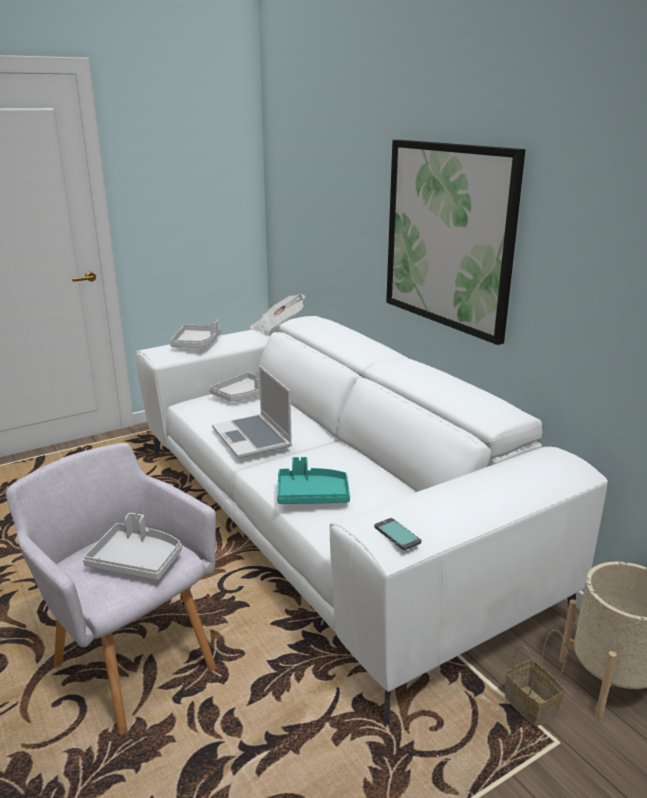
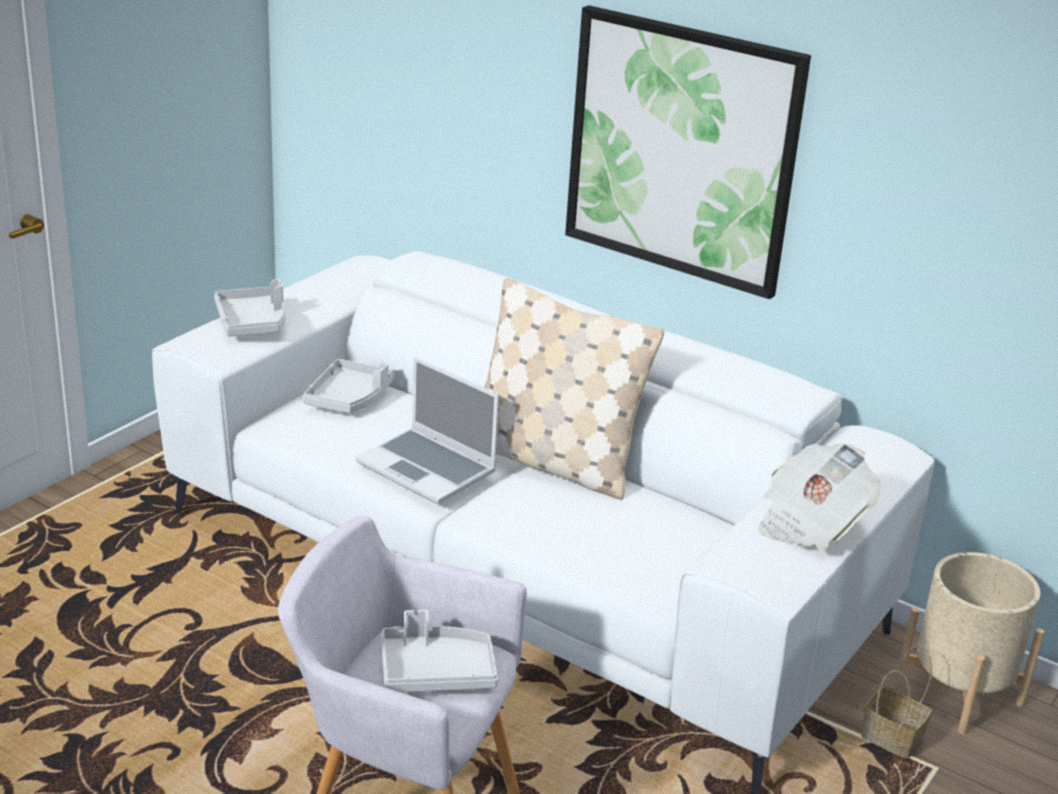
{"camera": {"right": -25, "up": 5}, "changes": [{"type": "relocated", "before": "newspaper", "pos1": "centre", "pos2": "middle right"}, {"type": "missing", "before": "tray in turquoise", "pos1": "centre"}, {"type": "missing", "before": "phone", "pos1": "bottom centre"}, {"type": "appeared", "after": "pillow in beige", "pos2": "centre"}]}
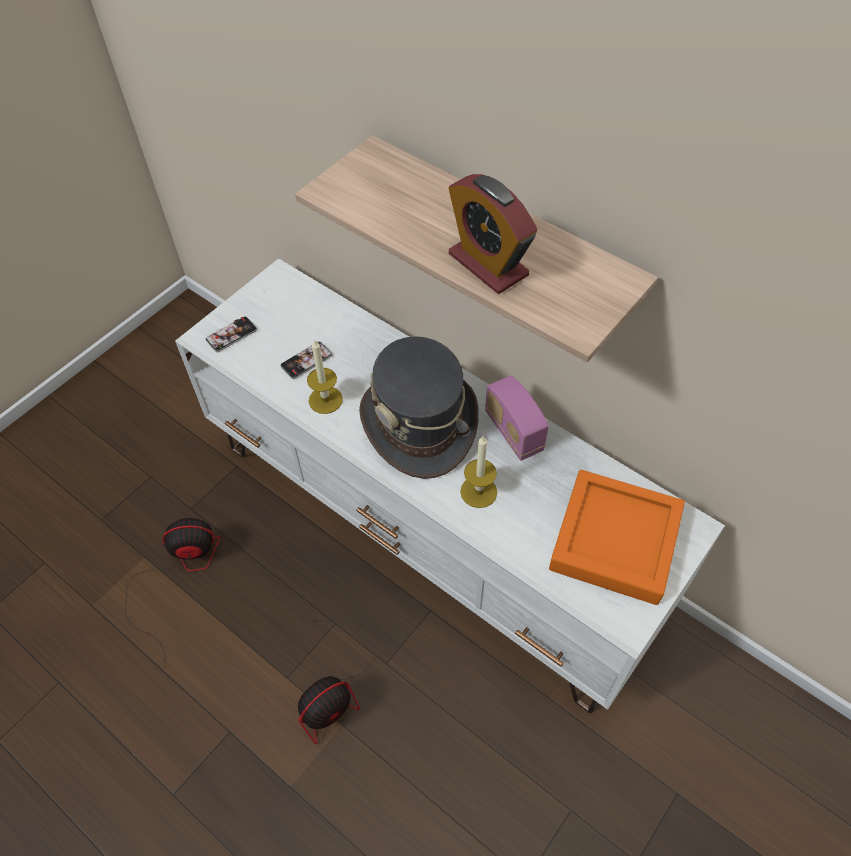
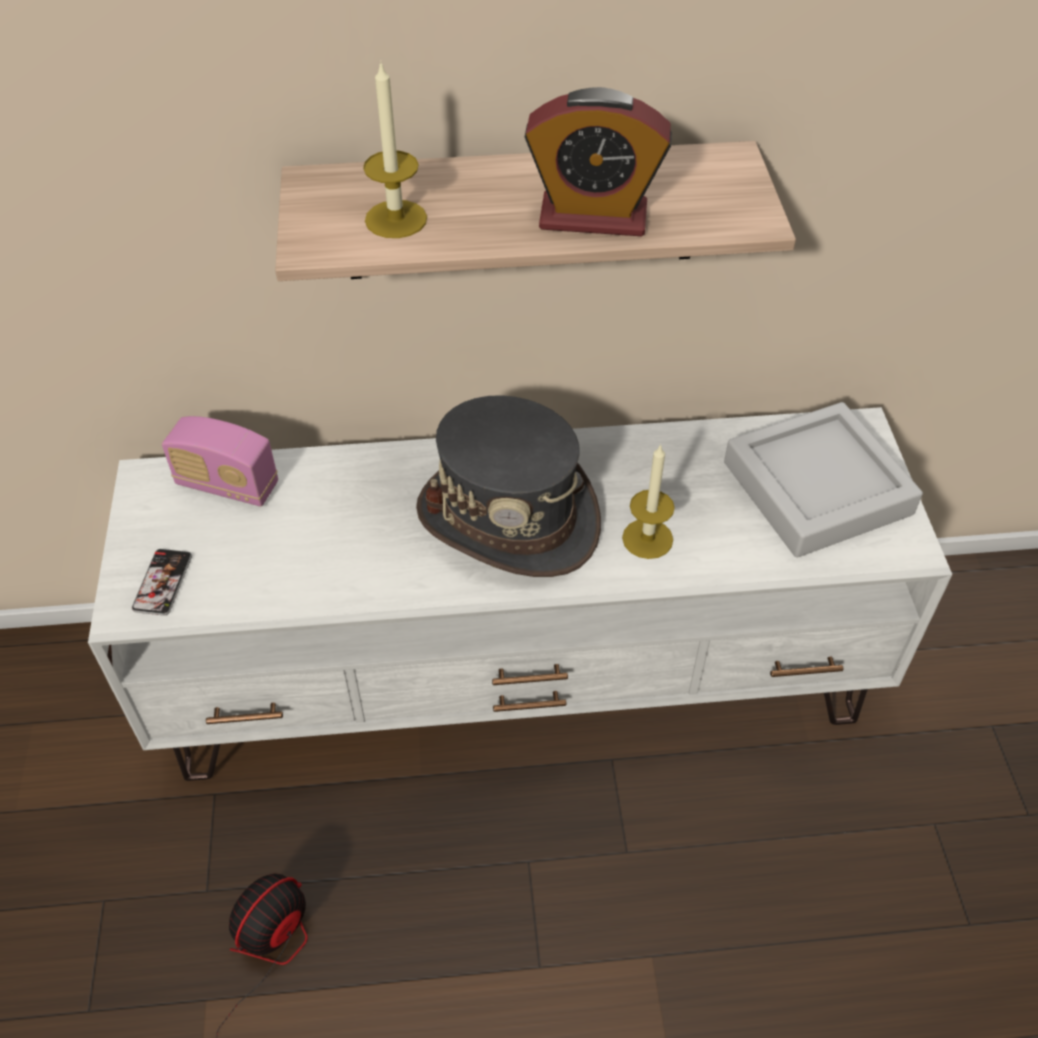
{"camera": {"right": -45, "up": -5}, "changes": [{"type": "missing", "before": "phone (no. 2 from left)", "pos1": "centre"}, {"type": "missing", "before": "fan (no. 2 from left)", "pos1": "bottom centre"}, {"type": "relocated", "before": "candle (no. 1 from left)", "pos1": "centre", "pos2": "top centre"}, {"type": "relocated", "before": "radio", "pos1": "centre", "pos2": "middle left"}, {"type": "colour", "before": "tray in orange", "after": "tray in grey", "pos1": "middle right", "pos2": "middle right"}]}
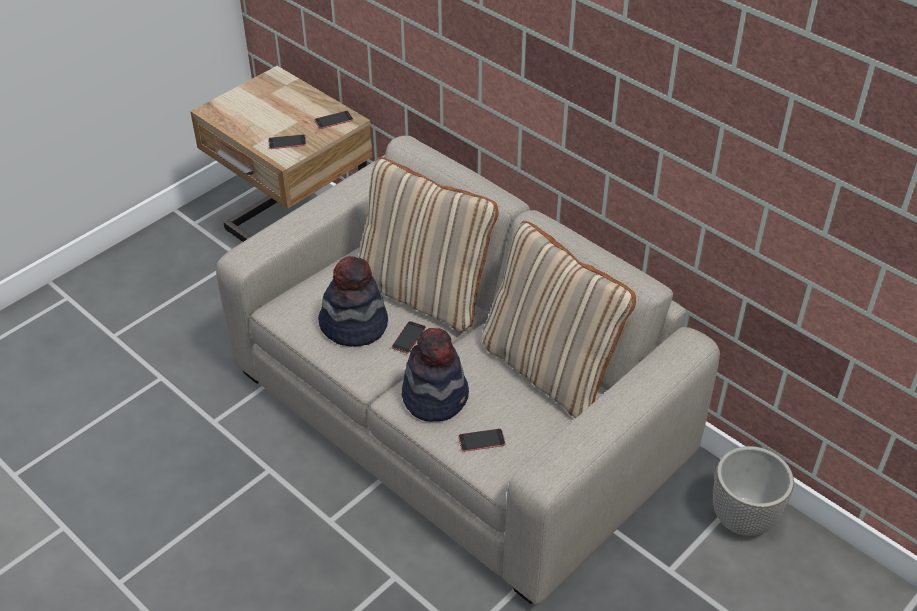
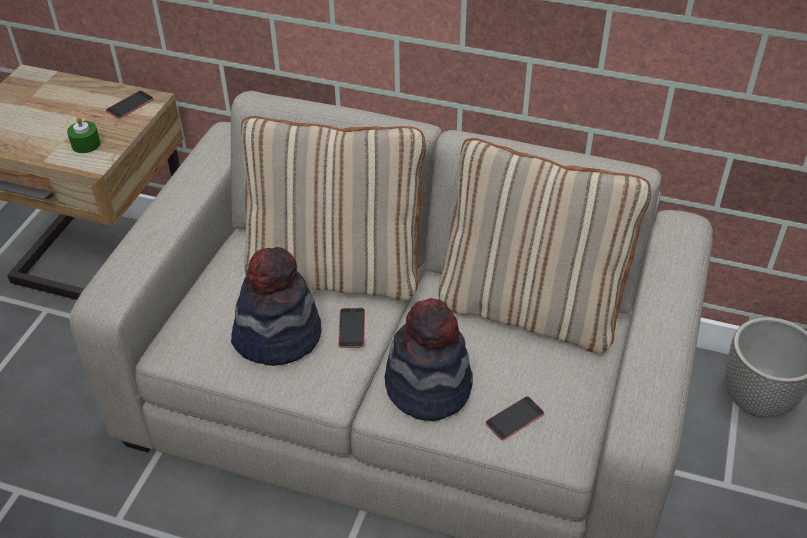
{"camera": {"right": -25, "up": 0}, "changes": [{"type": "exchanged", "before": "phone (no. 1 from left)", "after": "candle in green", "pos1": "top left", "pos2": "top left"}]}
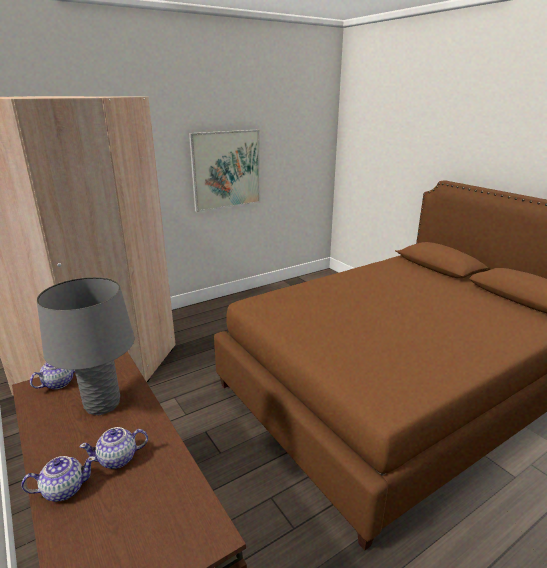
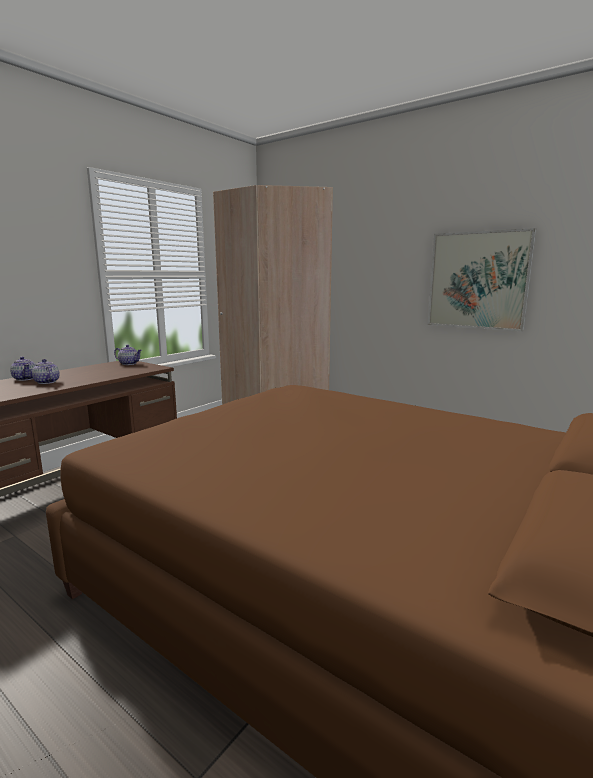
{"camera": {"right": 70, "up": -10}, "changes": [{"type": "missing", "before": "table lamp in grey", "pos1": "middle left"}]}
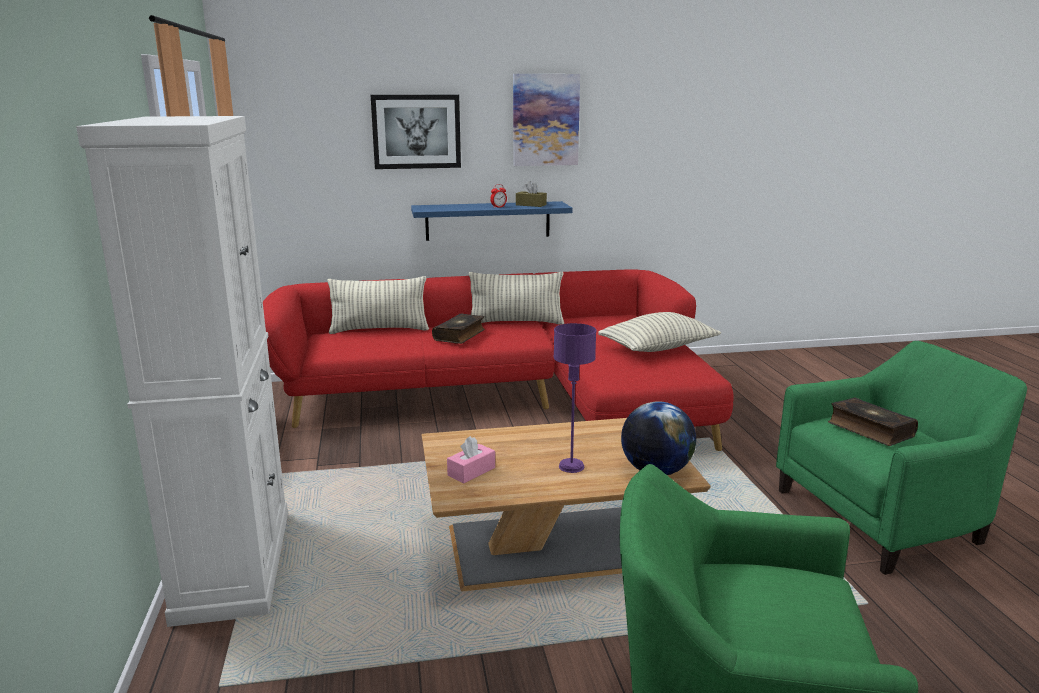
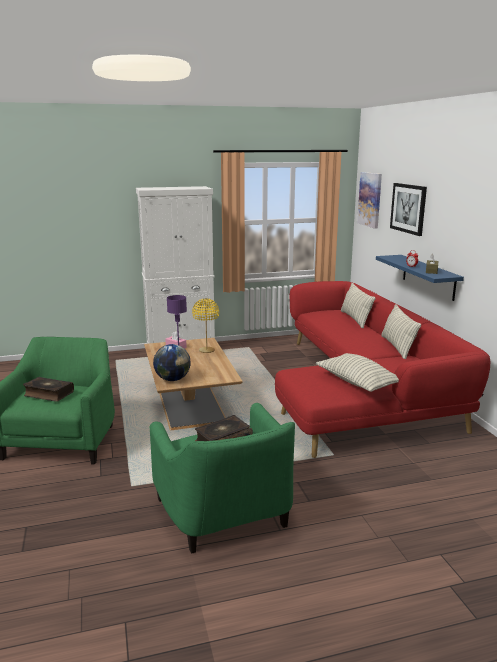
{"camera": {"right": 85, "up": 0}, "changes": [{"type": "relocated", "before": "book (no. 1 from left)", "pos1": "centre", "pos2": "middle left"}, {"type": "relocated", "before": "picture (no. 2 from left in the first image)", "after": "picture (no. 1 from left)", "pos1": "top centre", "pos2": "top right"}, {"type": "appeared", "after": "table lamp in yellow", "pos2": "centre"}]}
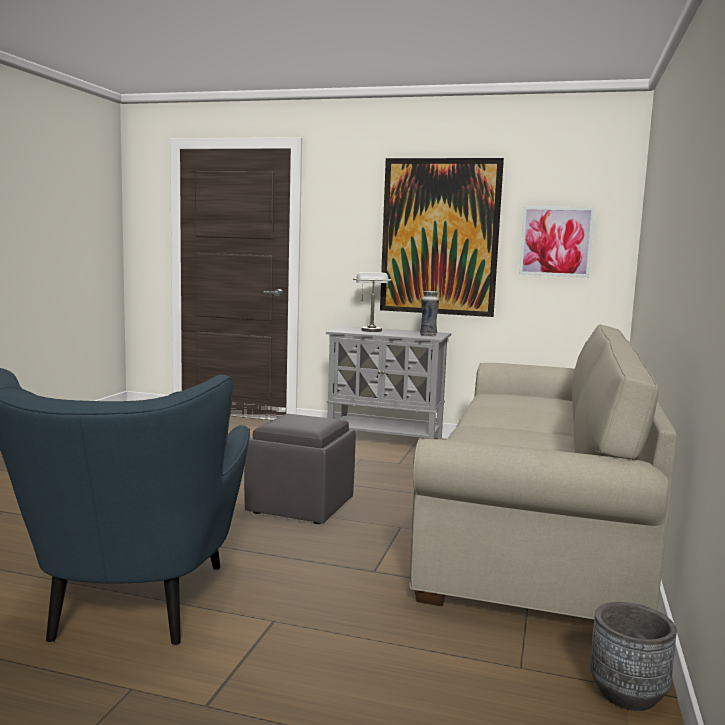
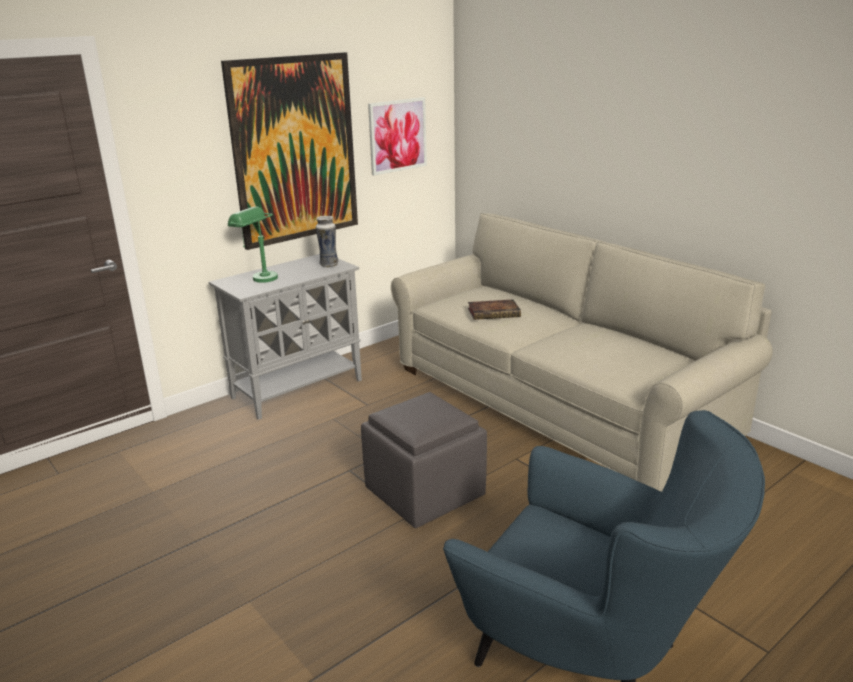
{"camera": {"right": -55, "up": 15}, "changes": [{"type": "colour", "before": "table lamp in grey", "after": "table lamp in green", "pos1": "centre", "pos2": "middle left"}, {"type": "missing", "before": "planter in grey", "pos1": "bottom right"}, {"type": "appeared", "after": "book", "pos2": "centre"}]}
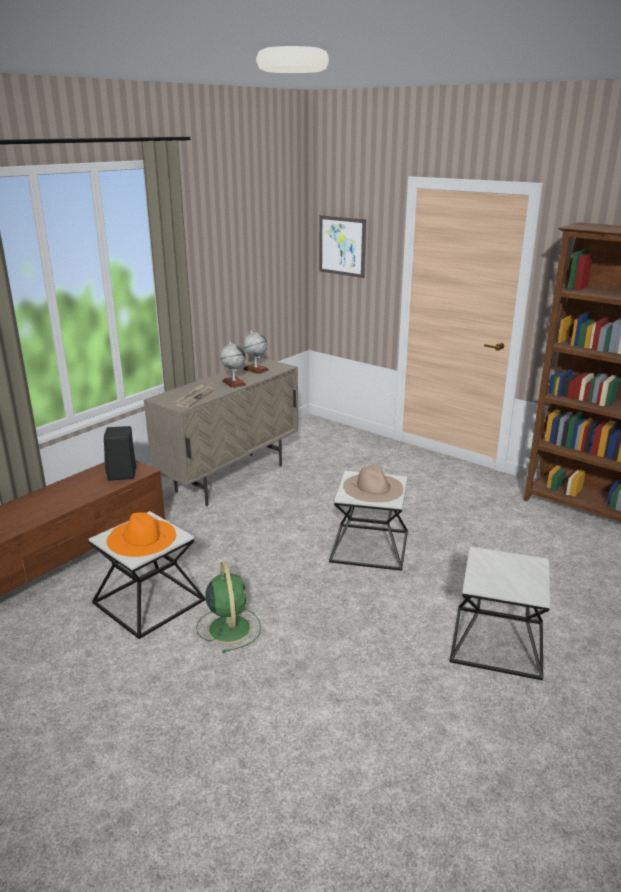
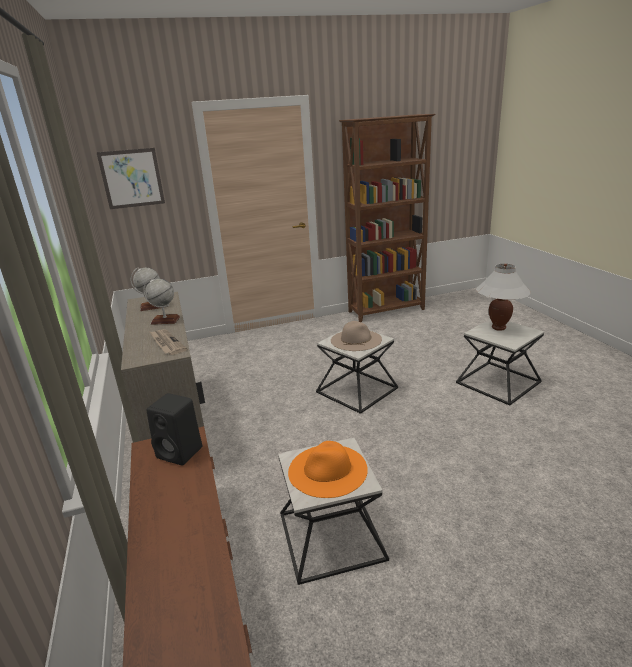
{"camera": {"right": -55, "up": 0}, "changes": [{"type": "missing", "before": "fan in green", "pos1": "bottom centre"}, {"type": "appeared", "after": "table lamp in white", "pos2": "middle right"}]}
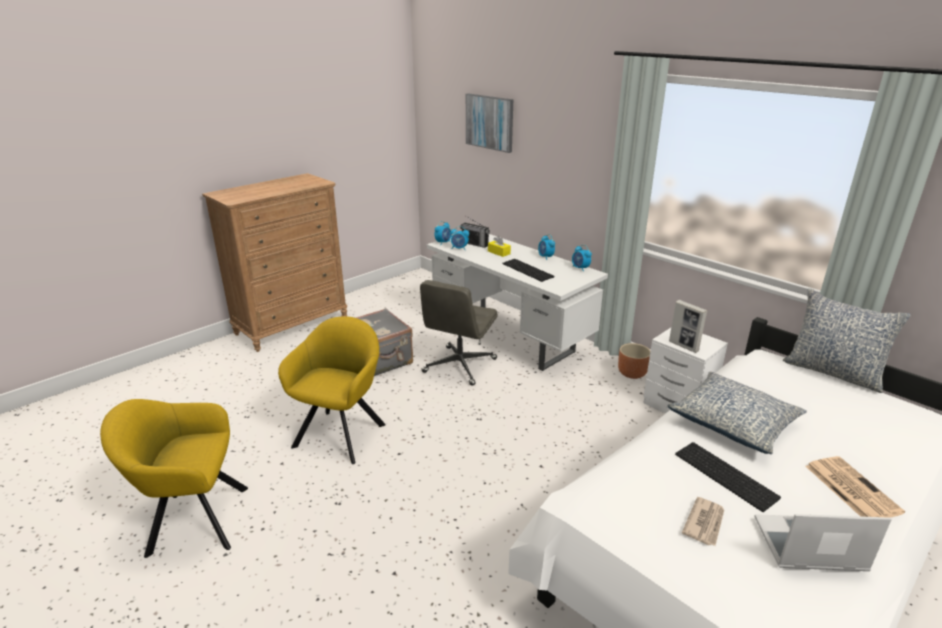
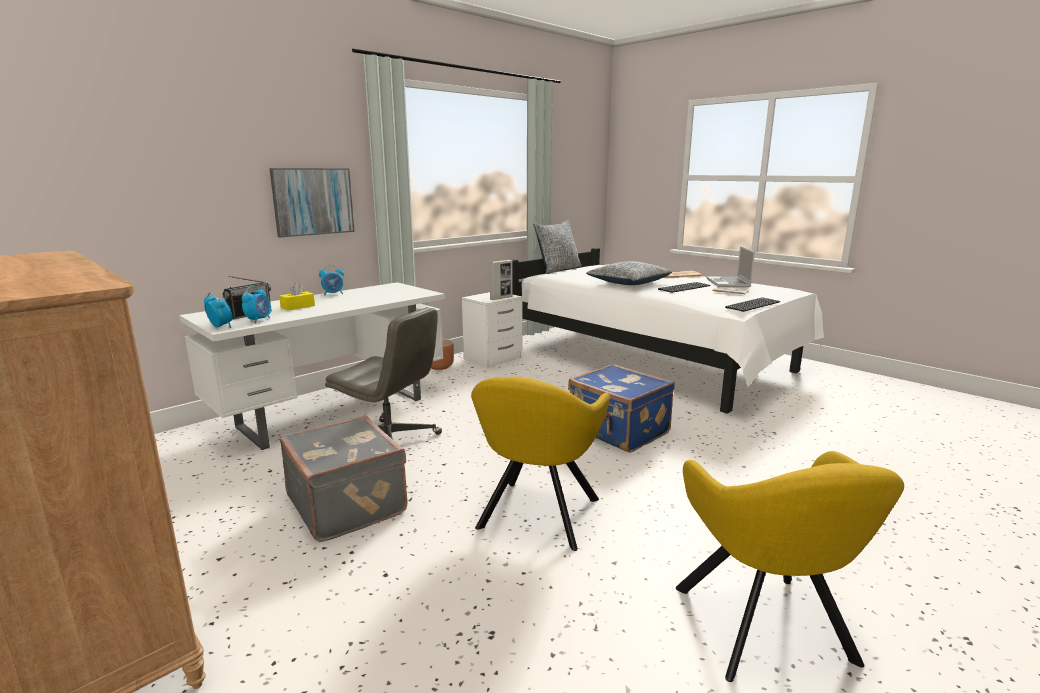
{"camera": {"right": -90, "up": -10}, "changes": [{"type": "spun", "before": "armchair in yellow (no. 2 from left in the first image)", "pos1": "centre", "pos2": "bottom centre", "turn": -90}, {"type": "relocated", "before": "picture", "pos1": "top centre", "pos2": "top left"}, {"type": "relocated", "before": "keyboard (no. 1 from left in the first image)", "after": "keyboard (no. 2 from left)", "pos1": "centre", "pos2": "middle right"}, {"type": "missing", "before": "alarm clock (no. 4 from left)", "pos1": "centre"}, {"type": "appeared", "after": "suitcase in blue", "pos2": "centre"}]}
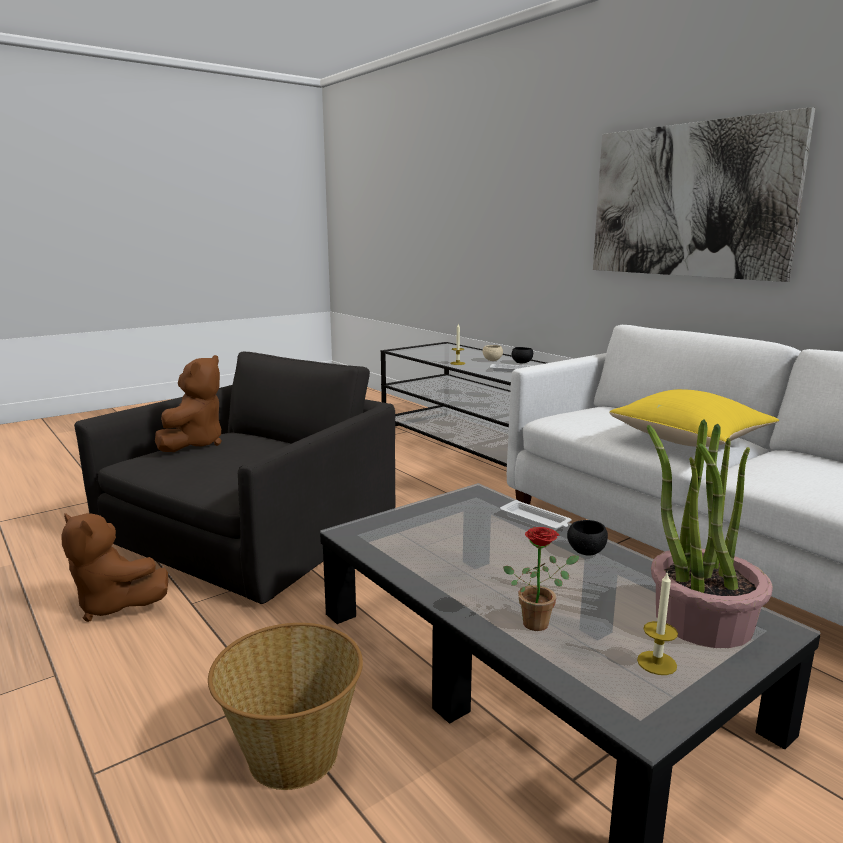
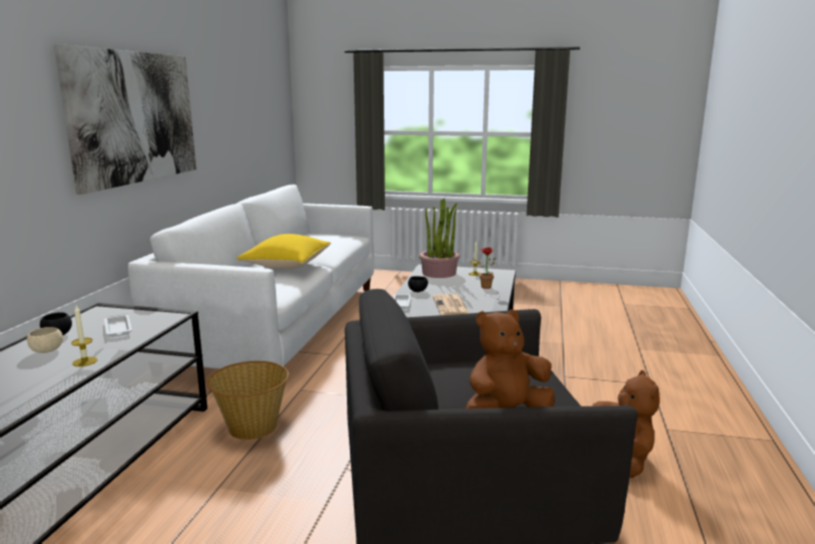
{"camera": {"right": -130, "up": 0}, "changes": [{"type": "relocated", "before": "basket", "pos1": "bottom centre", "pos2": "bottom left"}, {"type": "appeared", "after": "newspaper", "pos2": "centre"}]}
